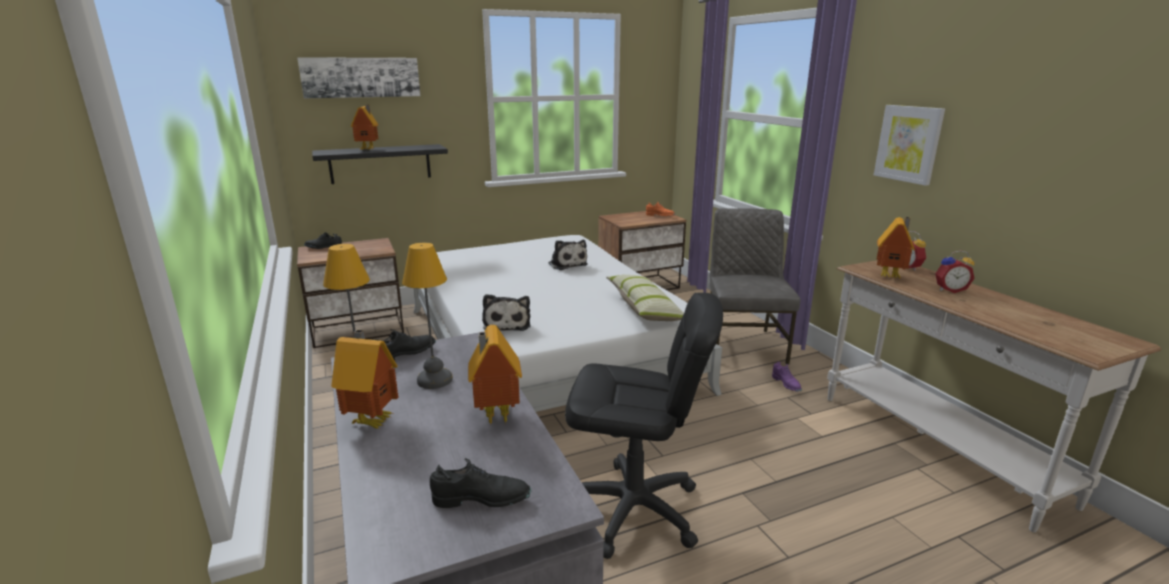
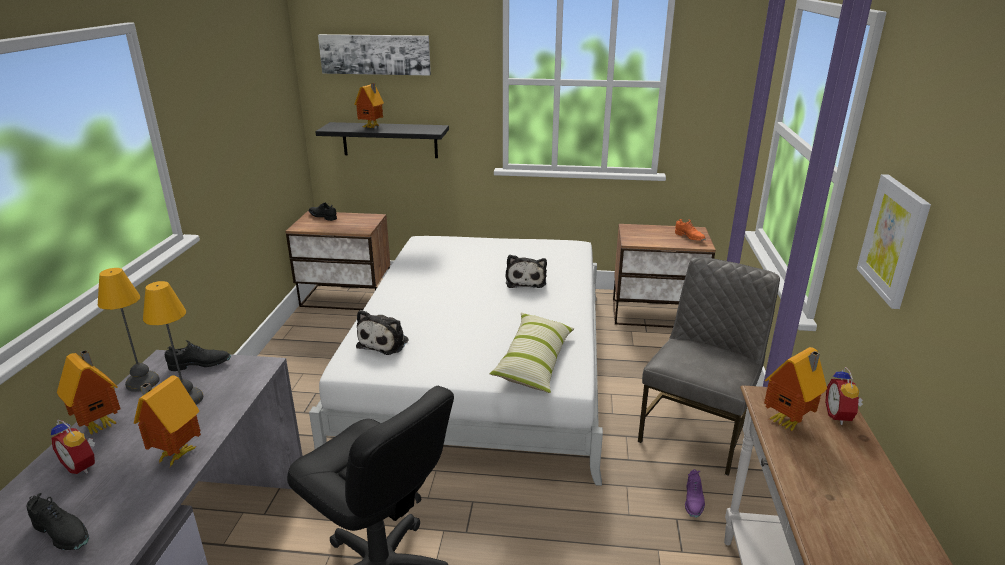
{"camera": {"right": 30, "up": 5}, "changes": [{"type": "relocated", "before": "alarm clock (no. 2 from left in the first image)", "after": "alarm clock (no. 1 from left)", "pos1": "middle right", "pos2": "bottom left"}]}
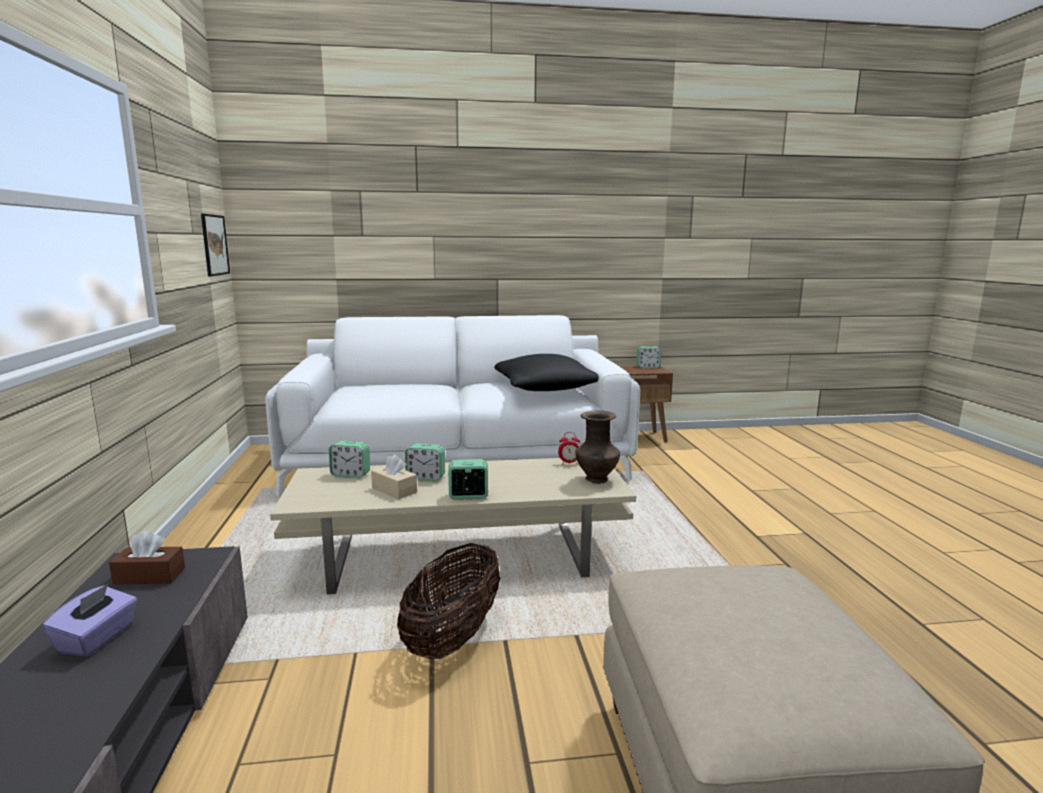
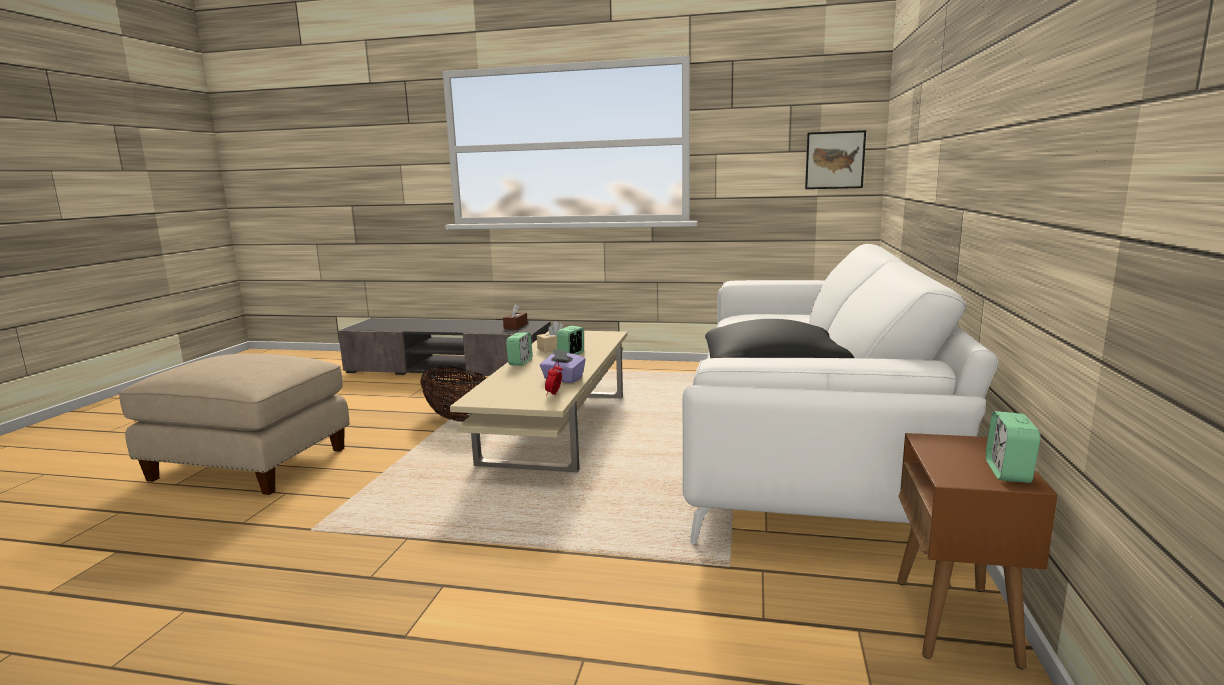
{"camera": {"right": 110, "up": 0}, "changes": [{"type": "relocated", "before": "tissue box in purple", "pos1": "bottom left", "pos2": "centre"}, {"type": "missing", "before": "alarm clock (no. 1 from left)", "pos1": "centre"}, {"type": "missing", "before": "vase in brown", "pos1": "centre"}]}
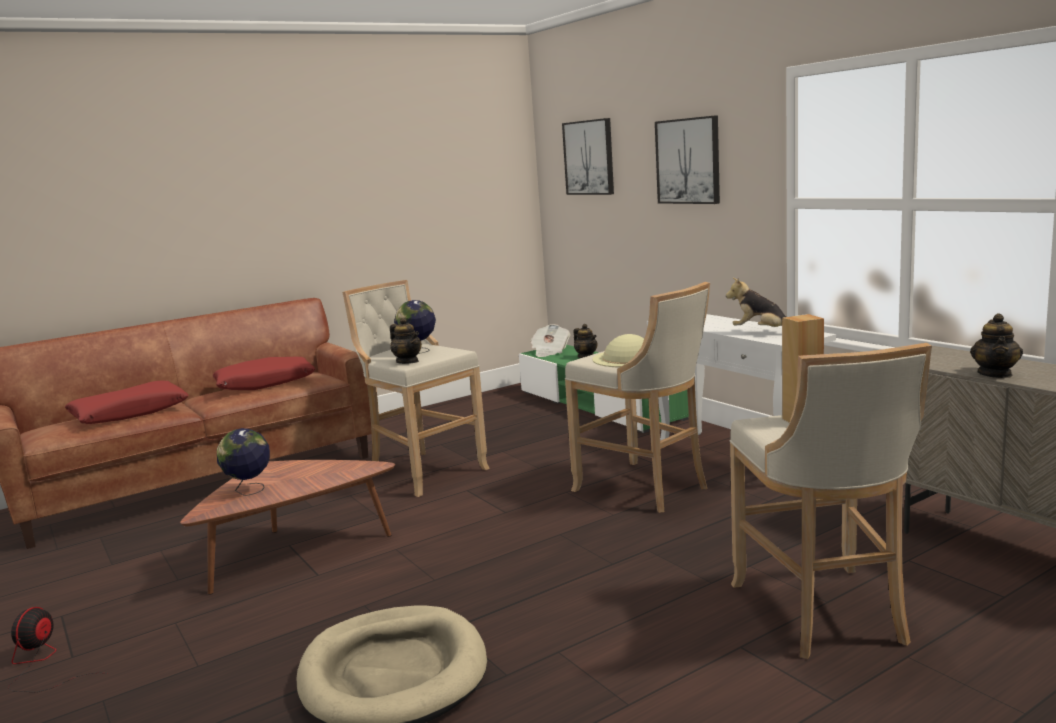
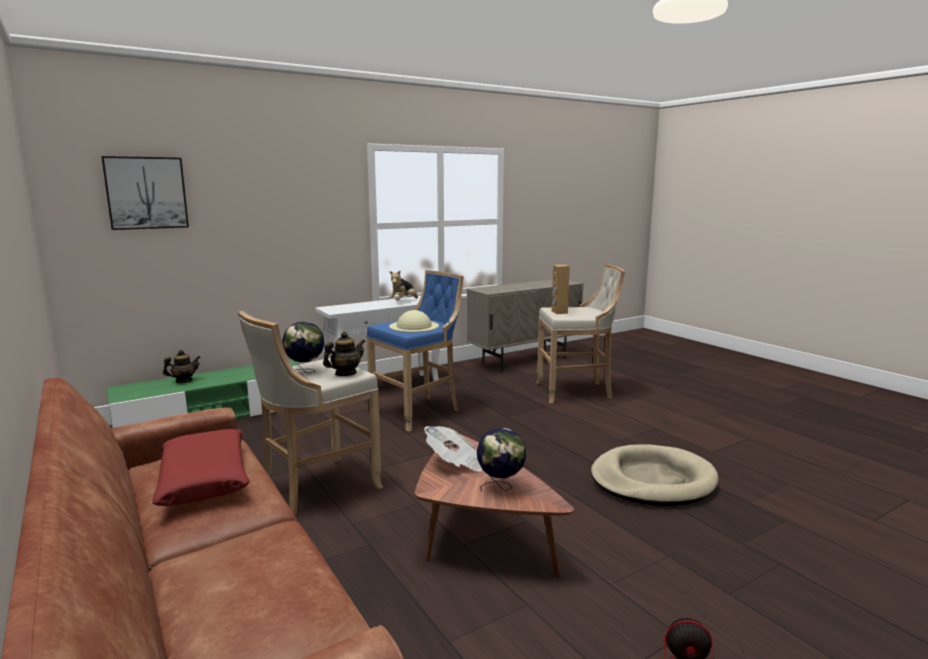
{"camera": {"right": -90, "up": 0}, "changes": [{"type": "missing", "before": "pillow in red (no. 1 from left)", "pos1": "middle left"}, {"type": "relocated", "before": "newspaper", "pos1": "centre", "pos2": "bottom centre"}, {"type": "colour", "before": "stool in beige (no. 2 from left)", "after": "stool in blue", "pos1": "centre", "pos2": "centre"}, {"type": "missing", "before": "picture (no. 2 from left)", "pos1": "top centre"}, {"type": "missing", "before": "teapot (no. 3 from left)", "pos1": "middle right"}]}
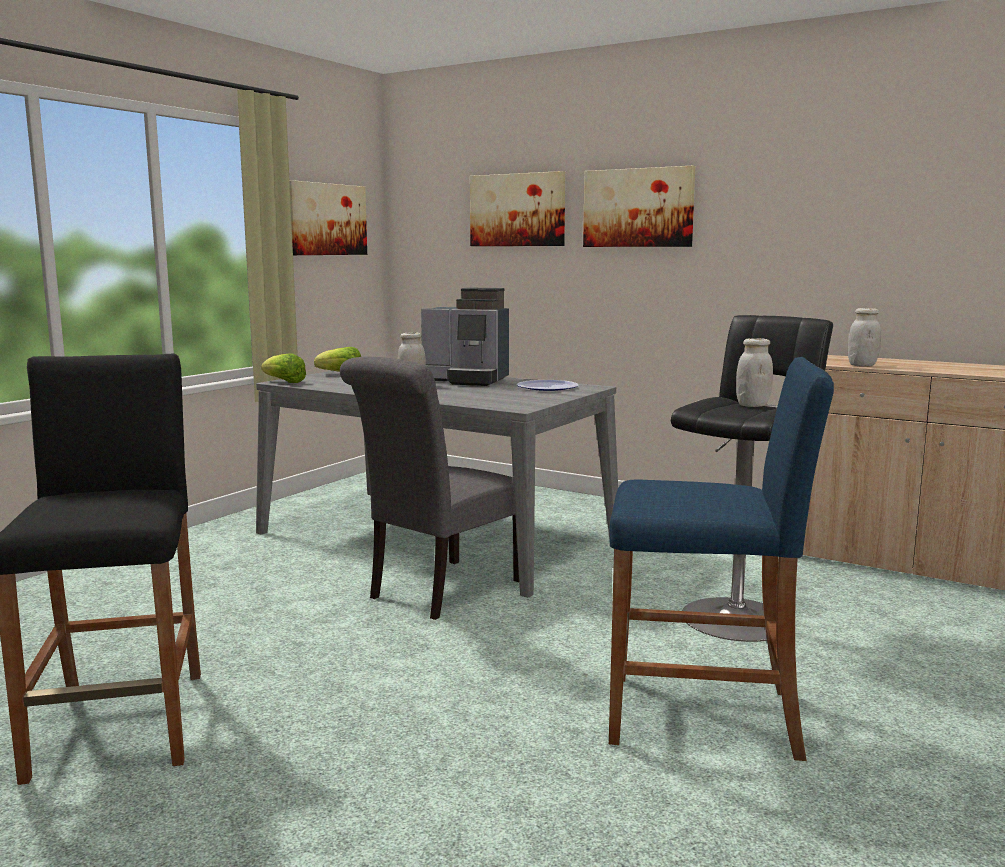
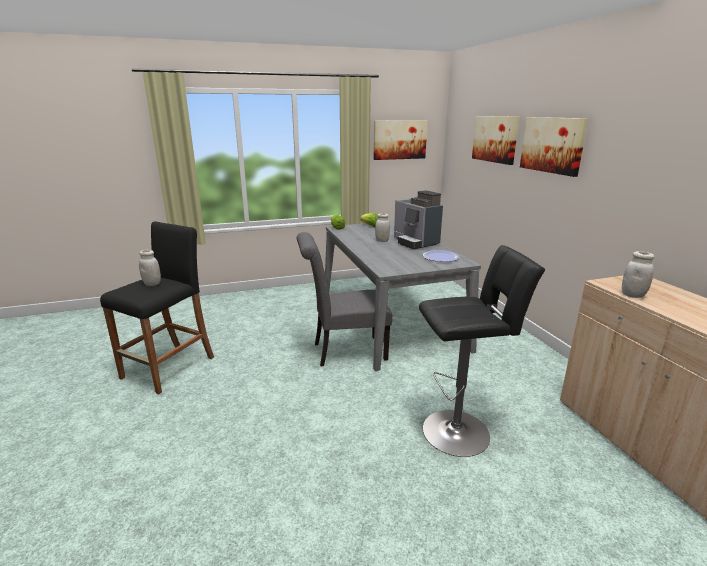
{"camera": {"right": 40, "up": 10}, "changes": [{"type": "missing", "before": "stool in blue", "pos1": "middle right"}, {"type": "relocated", "before": "jar in white (no. 2 from left in the first image)", "after": "jar in white (no. 1 from left)", "pos1": "middle right", "pos2": "middle left"}]}
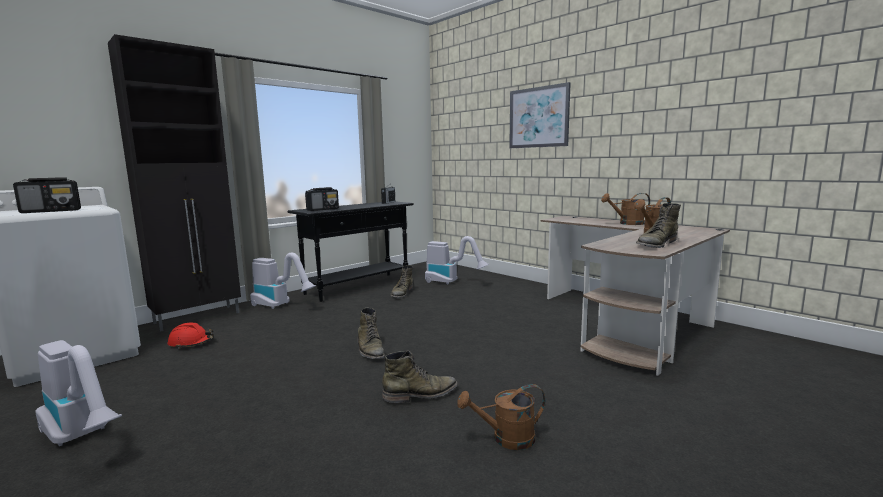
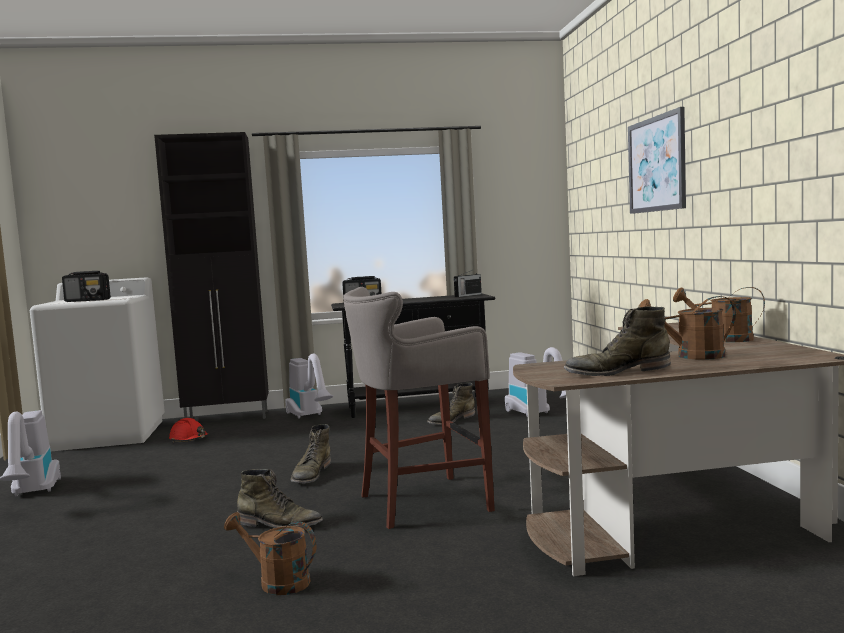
{"camera": {"right": 35, "up": -5}, "changes": [{"type": "appeared", "after": "stool in grey", "pos2": "centre"}]}
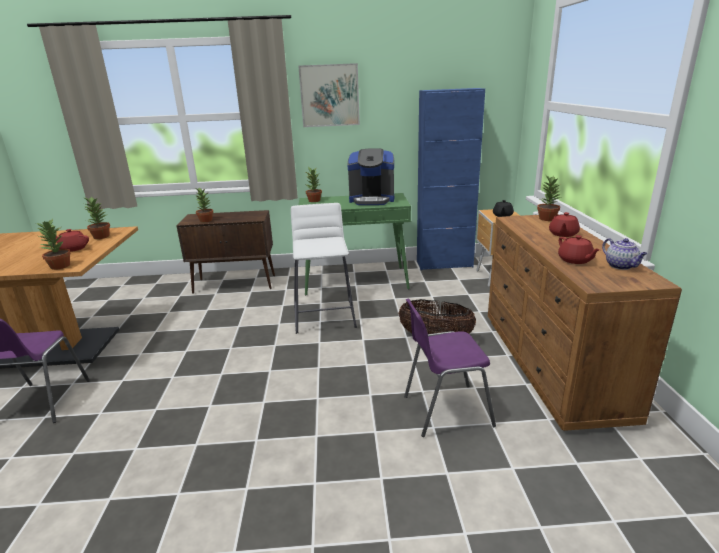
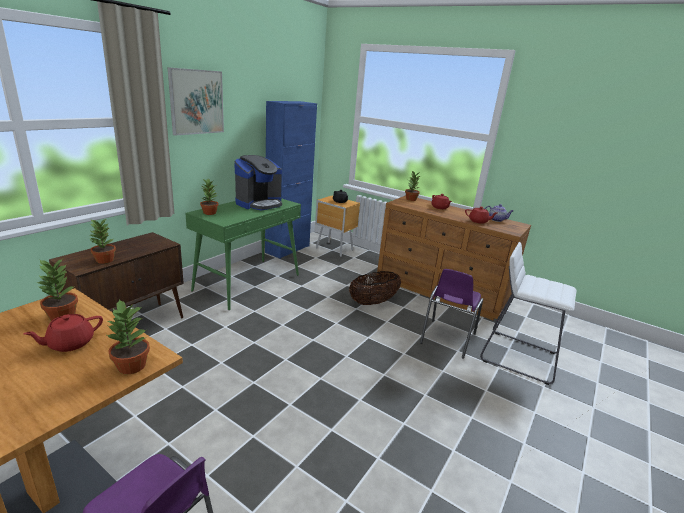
{"camera": {"right": -55, "up": 0}, "changes": [{"type": "relocated", "before": "stool in white", "pos1": "centre", "pos2": "middle right"}]}
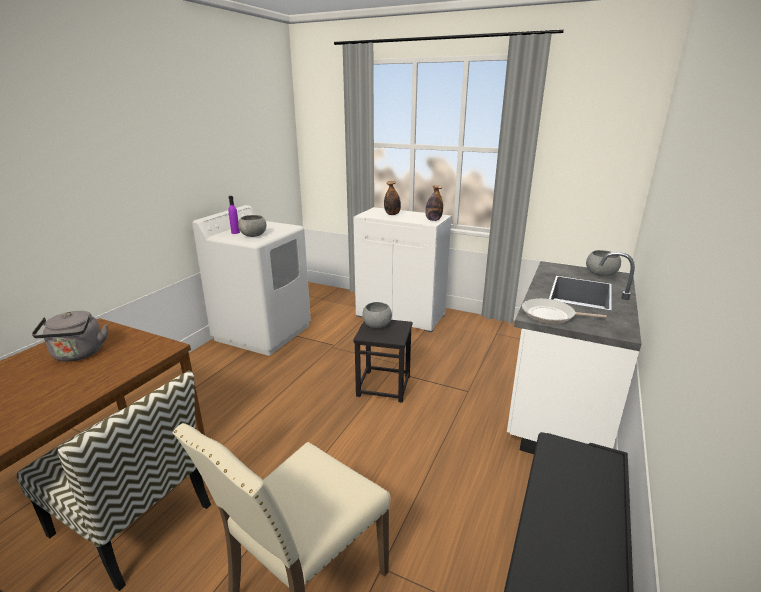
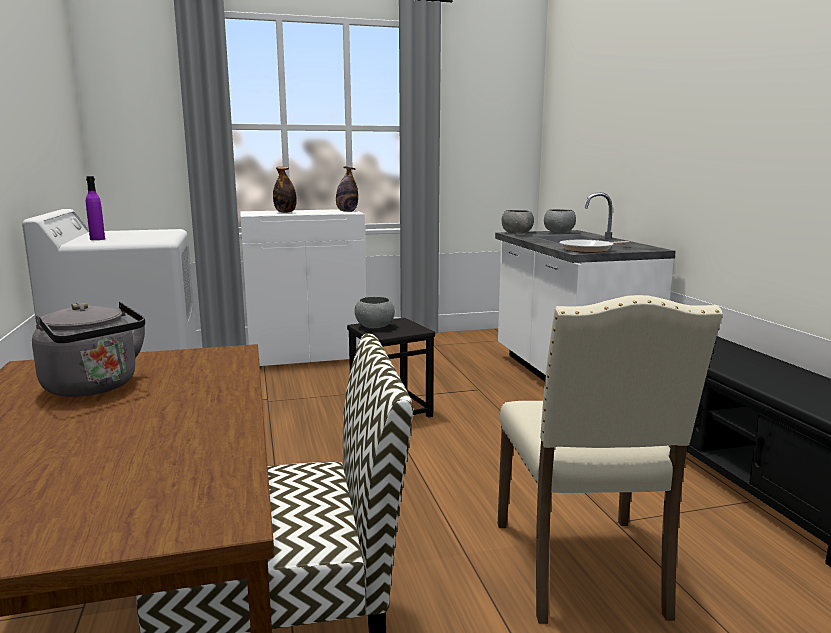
{"camera": {"right": -40, "up": -10}, "changes": [{"type": "relocated", "before": "bowl in grey (no. 1 from left in the first image)", "after": "bowl in grey (no. 2 from left)", "pos1": "middle left", "pos2": "centre"}]}
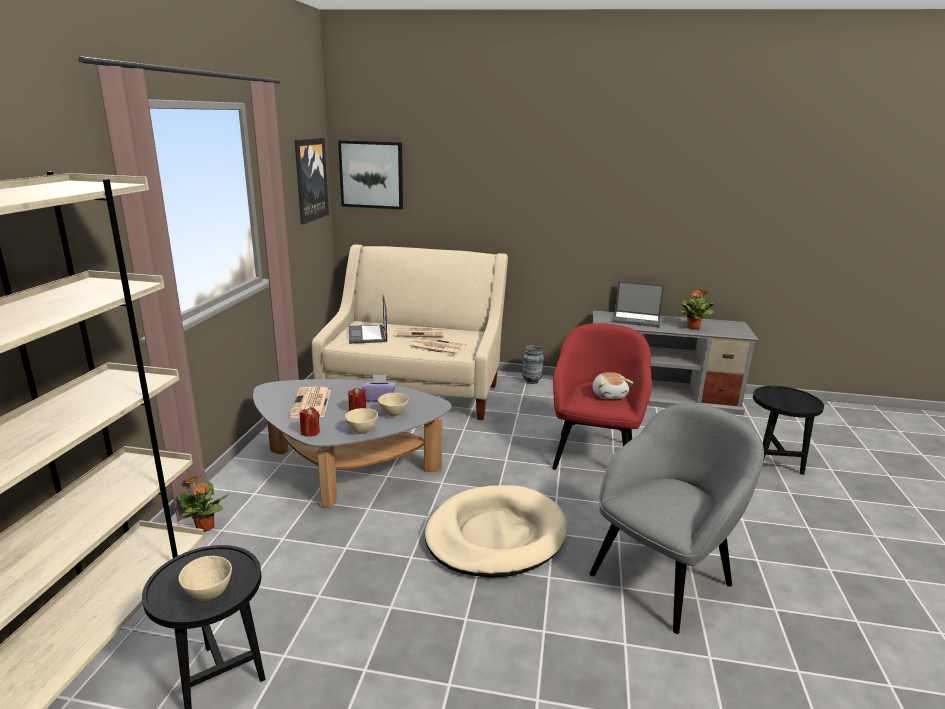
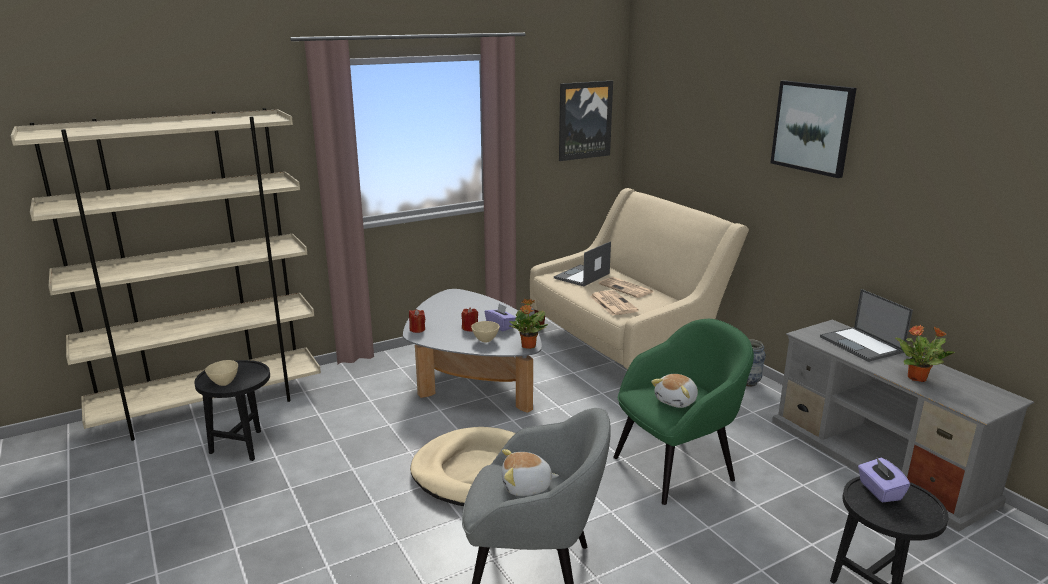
{"camera": {"right": 50, "up": 0}, "changes": [{"type": "relocated", "before": "potted plant (no. 1 from left)", "pos1": "bottom left", "pos2": "centre"}, {"type": "missing", "before": "newspaper (no. 1 from left)", "pos1": "middle left"}, {"type": "relocated", "before": "picture (no. 2 from left)", "pos1": "top centre", "pos2": "top right"}, {"type": "missing", "before": "bowl in beige (no. 2 from left)", "pos1": "centre"}, {"type": "colour", "before": "armchair in red", "after": "armchair in green", "pos1": "centre", "pos2": "bottom centre"}, {"type": "appeared", "after": "plush toy (no. 1 from left)", "pos2": "bottom centre"}, {"type": "appeared", "after": "tissue box in purple (no. 2 from left)", "pos2": "bottom right"}]}
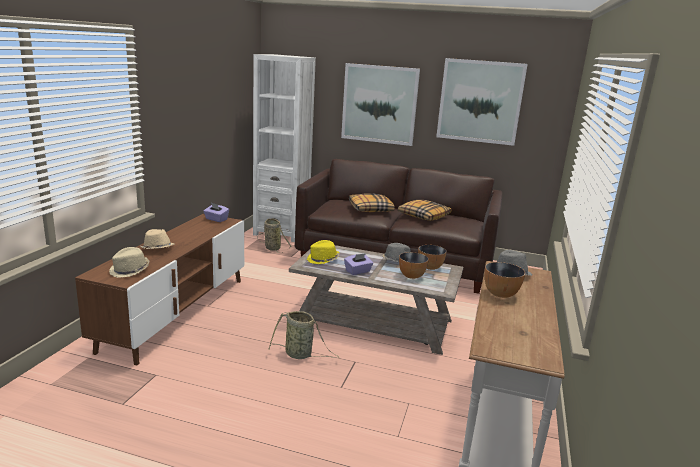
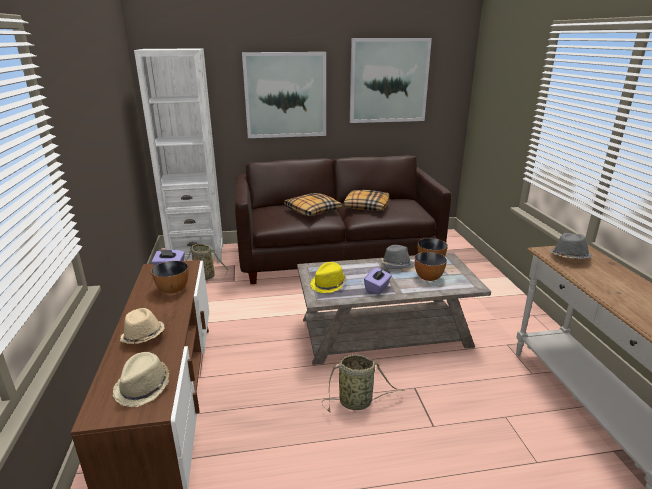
{"camera": {"right": -25, "up": 5}, "changes": [{"type": "relocated", "before": "bowl (no. 3 from left in the first image)", "after": "bowl (no. 1 from left)", "pos1": "middle right", "pos2": "middle left"}]}
